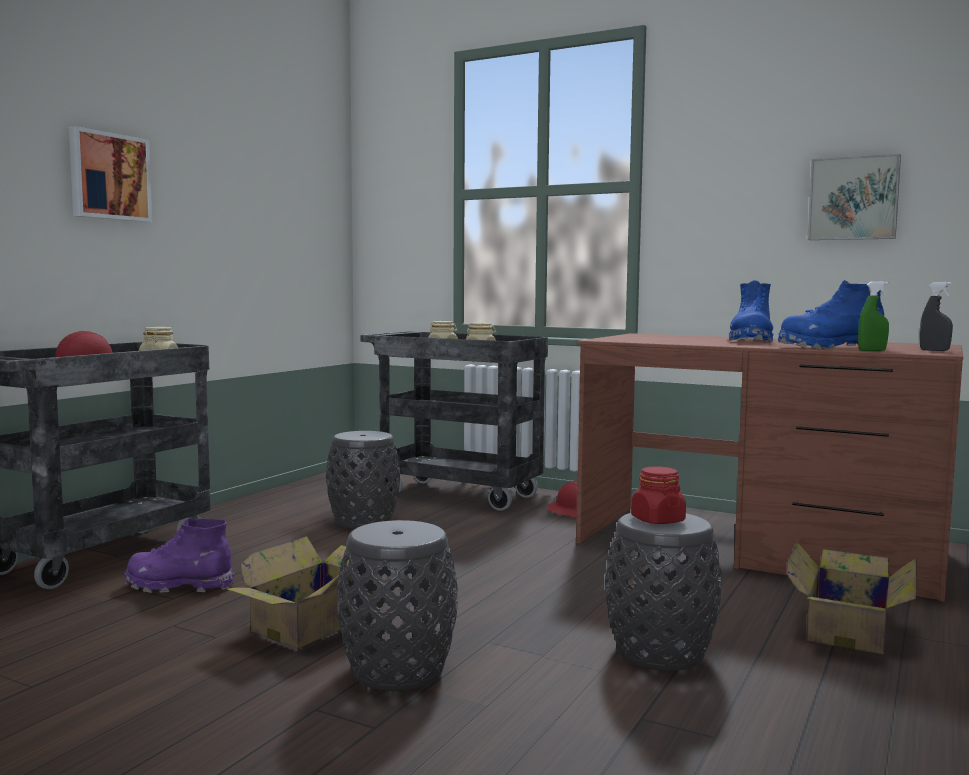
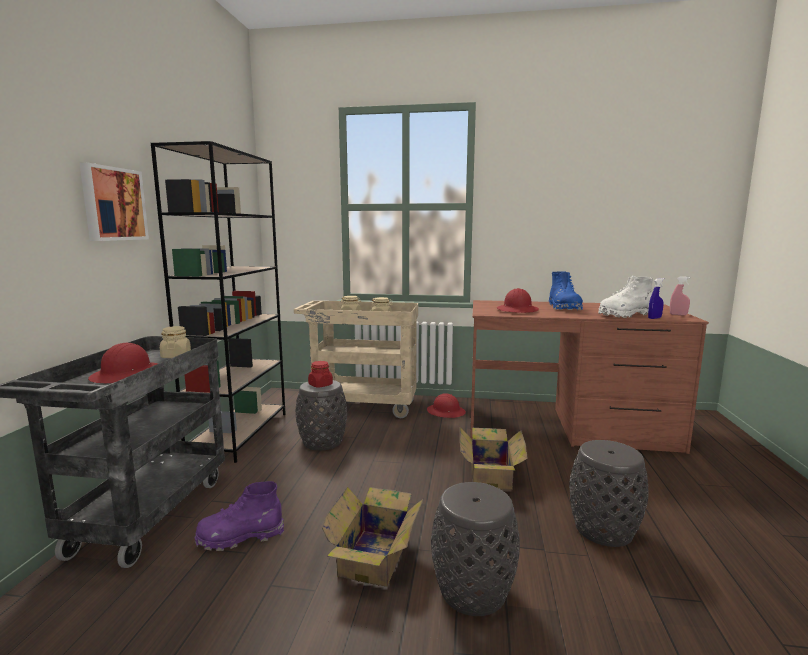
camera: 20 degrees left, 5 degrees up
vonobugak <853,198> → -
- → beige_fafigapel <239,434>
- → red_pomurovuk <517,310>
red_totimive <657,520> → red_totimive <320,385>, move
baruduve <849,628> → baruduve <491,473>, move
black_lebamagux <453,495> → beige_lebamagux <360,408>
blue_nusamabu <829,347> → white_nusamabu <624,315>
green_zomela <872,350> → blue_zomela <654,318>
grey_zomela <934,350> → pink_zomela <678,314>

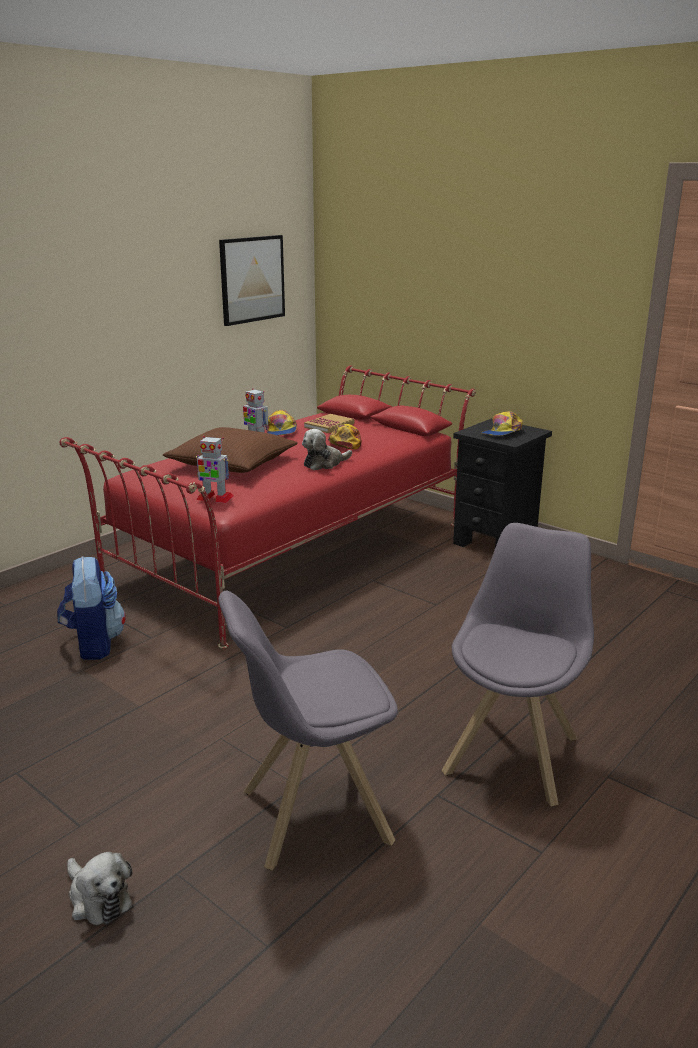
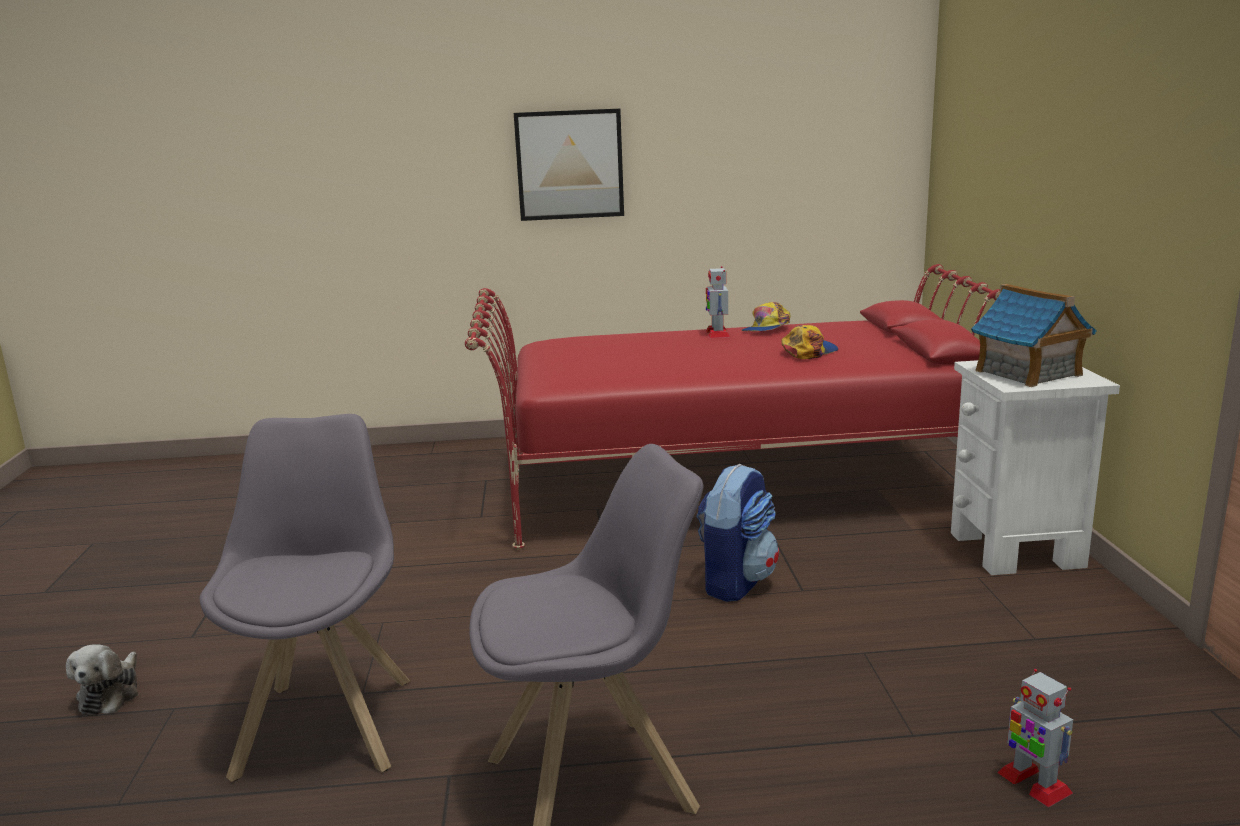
camera: 45 degrees right, 5 degrees down
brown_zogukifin <232,463> → -
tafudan <324,464> → -
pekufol <329,425> → -
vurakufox <94,644> → vurakufox <735,582>, move
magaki <214,498> → magaki <1033,782>, move
vonobugak <252,279> → vonobugak <569,165>, move
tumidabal <502,432> → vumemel <1028,373>
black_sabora <494,543> → white_sabora <1014,550>
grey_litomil <314,815> → grey_litomil <327,726>, 60 degrees clockwise

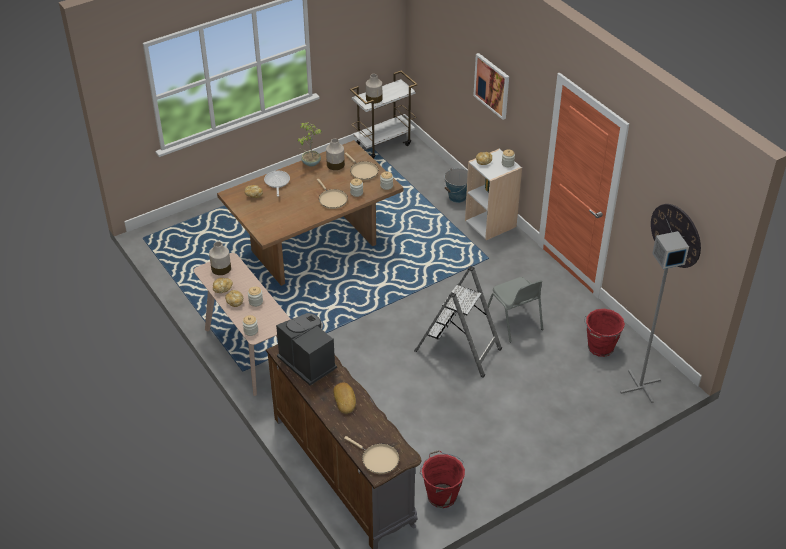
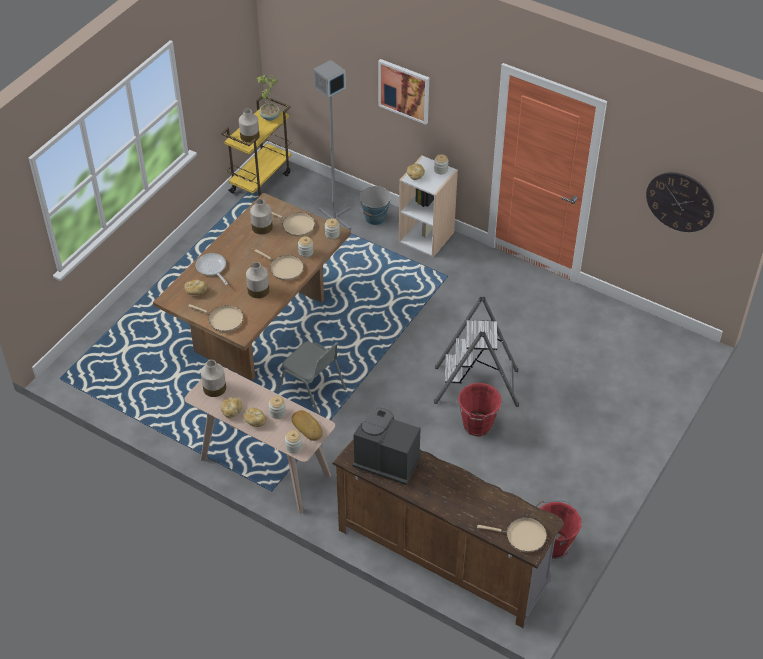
camera: 25 degrees left, 5 degrees up
- → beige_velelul <223,319>
- → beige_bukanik <258,290>
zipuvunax <310,163> → zipuvunax <269,117>, move
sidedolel <345,399> → sidedolel <308,427>, move
grey_litomil <514,322> → grey_litomil <312,391>, move
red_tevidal <600,348> → red_tevidal <477,426>, move
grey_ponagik <639,386> → grey_ponagik <333,219>, move
white_lebamagux <384,144> → yellow_lebamagux <262,182>

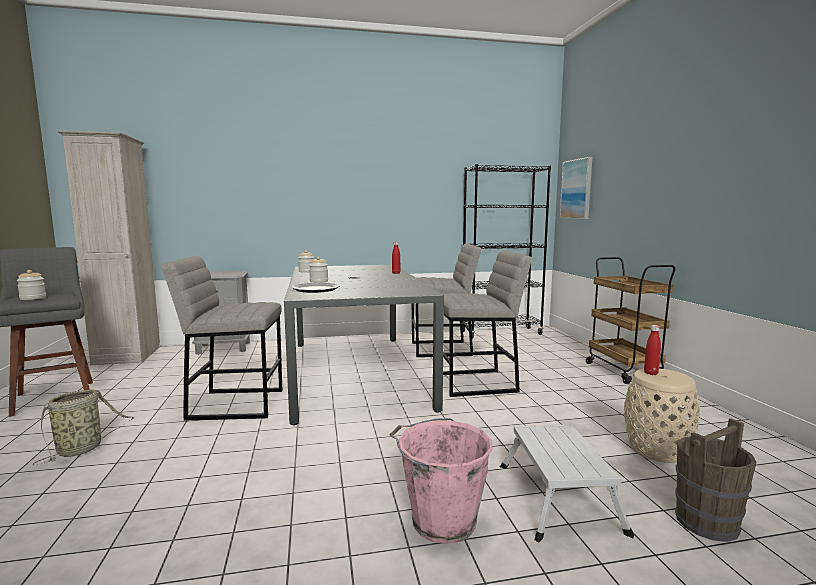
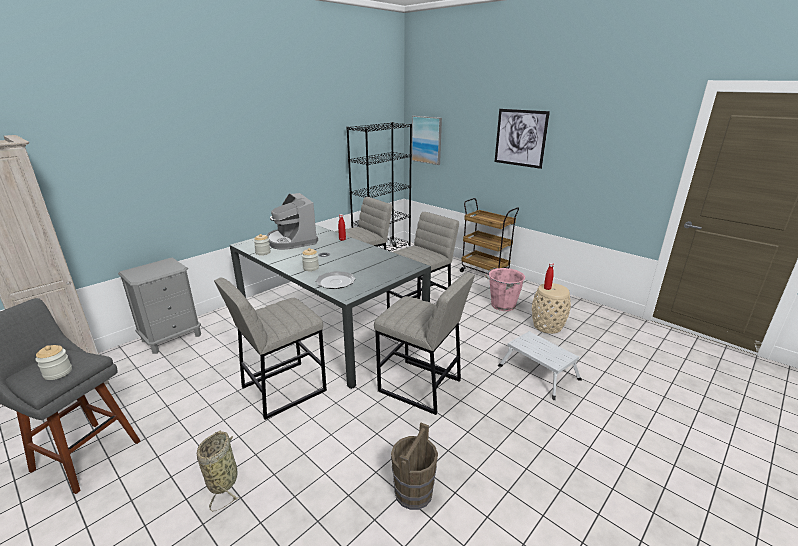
camera: 35 degrees left, 15 degrees up
- → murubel <291,241>
- → grey_litomil <421,386>
- → vonobugak <520,138>
pink_tevidal <441,521> → pink_tevidal <502,305>, move
brown_tevidal <706,522> → brown_tevidal <413,492>, move

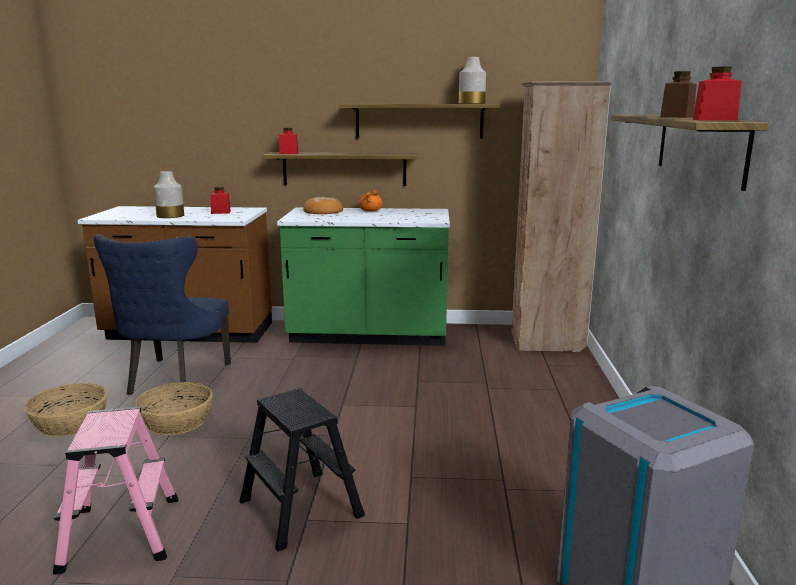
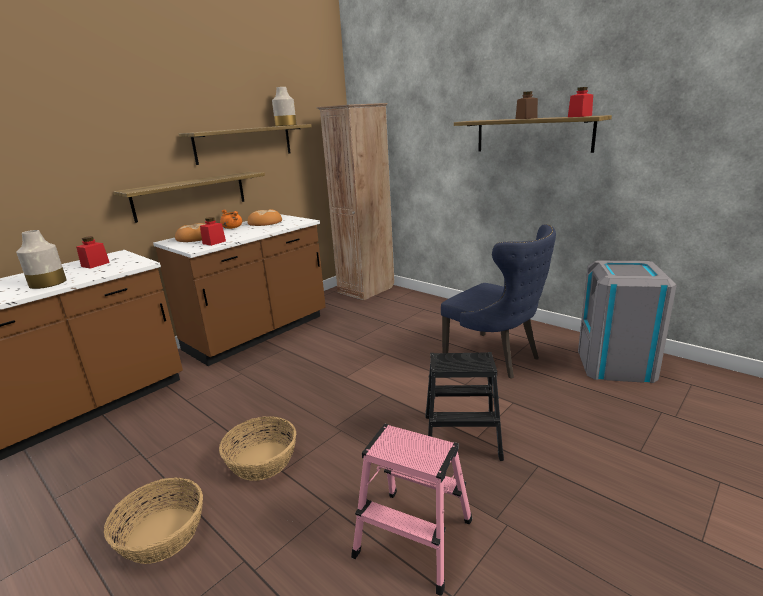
camera: 50 degrees left, 5 degrees up
- → sidedolel <264,222>
blue_litomil <174,379> → blue_litomil <495,357>, move
red_totimive <288,153> → red_totimive <214,242>, move
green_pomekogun <368,336> → brown_pomekogun <258,333>

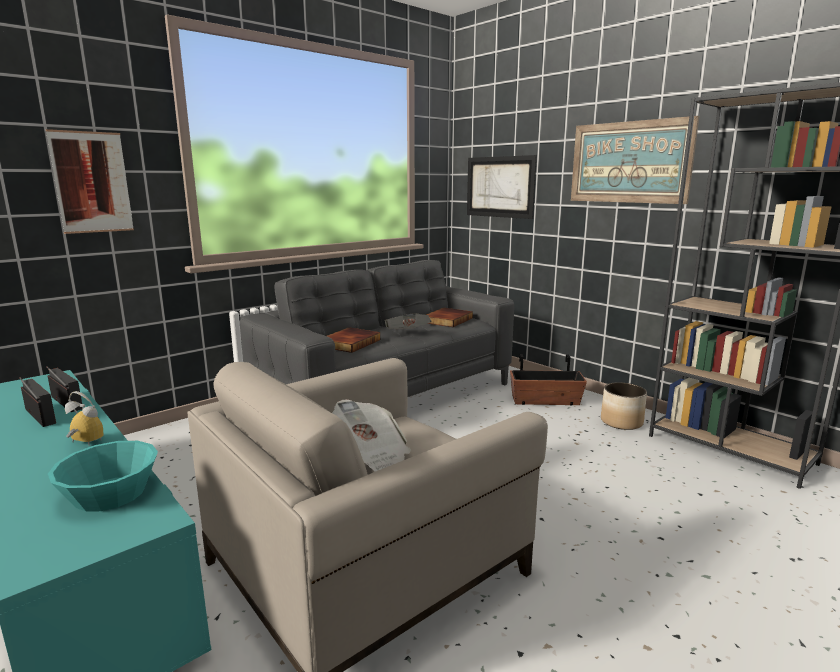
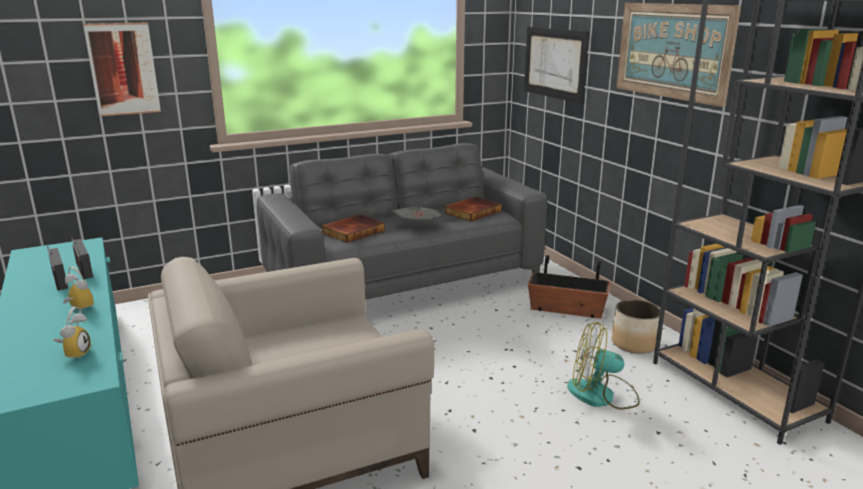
camera: 15 degrees right, 5 degrees up
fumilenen <369,456> → -
- → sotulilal <602,395>
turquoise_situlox <109,493> → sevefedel <75,354>

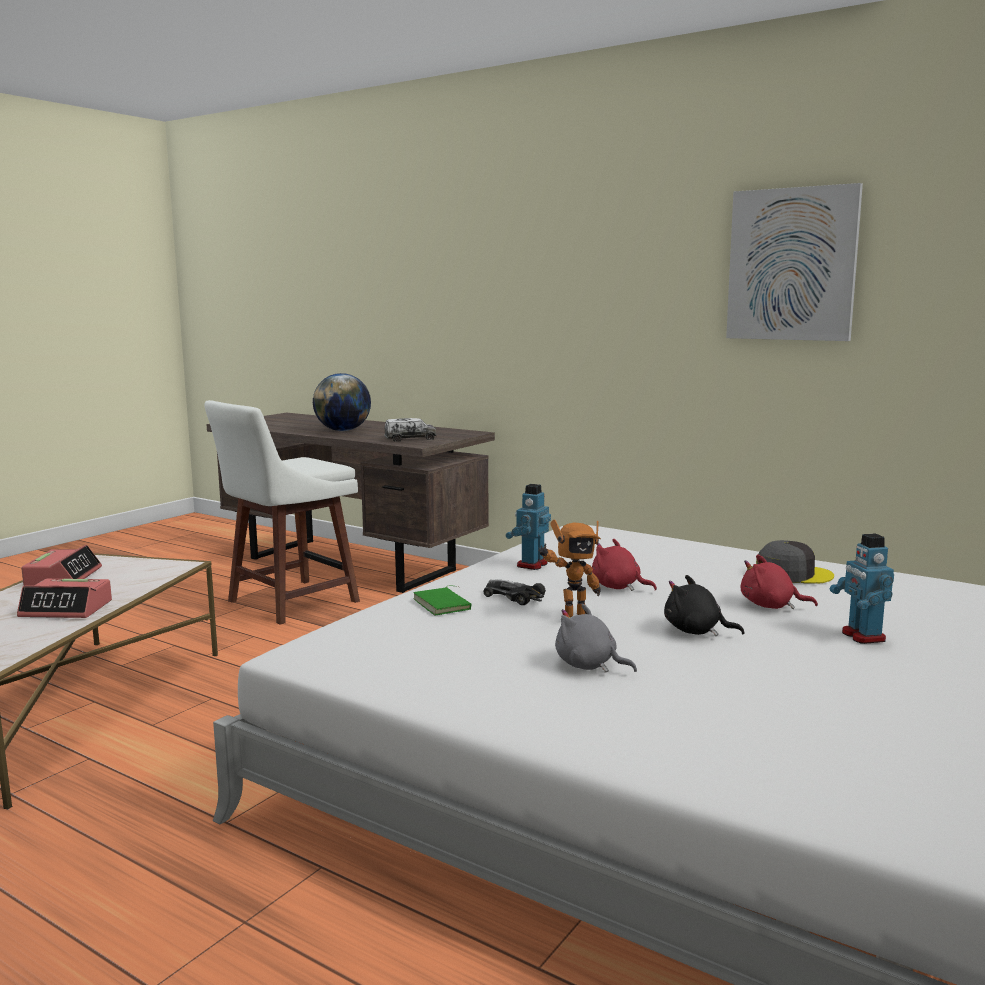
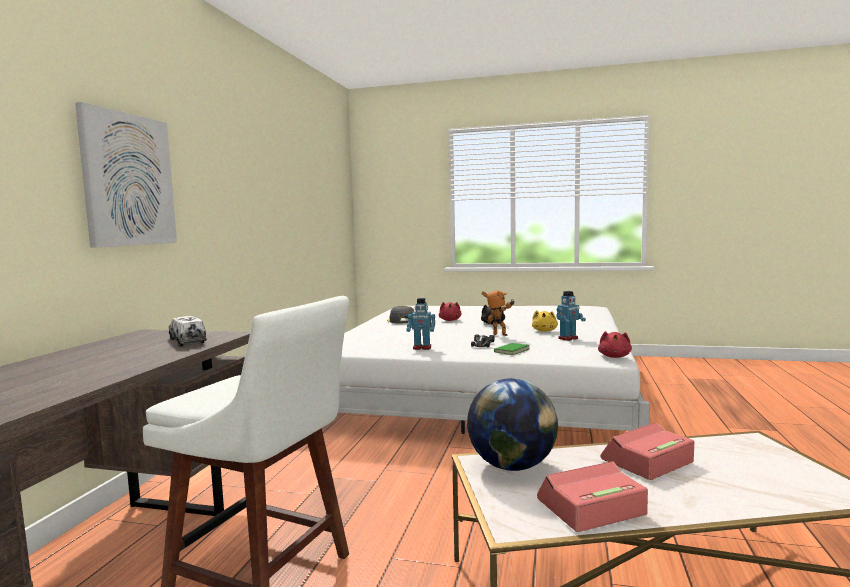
camera: 110 degrees left, 5 degrees down
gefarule <343,430> → gefarule <511,466>, move
red_tafudan <618,587> → red_tafudan <614,356>, move
vonobugak <792,265> → vonobugak <128,180>, move
magaki <862,636> → magaki <568,338>, move
grey_tafudan <589,666> → yellow_tafudan <544,331>
sevefedel <67,609> → sevefedel <646,461>, 105 degrees counterclockwise

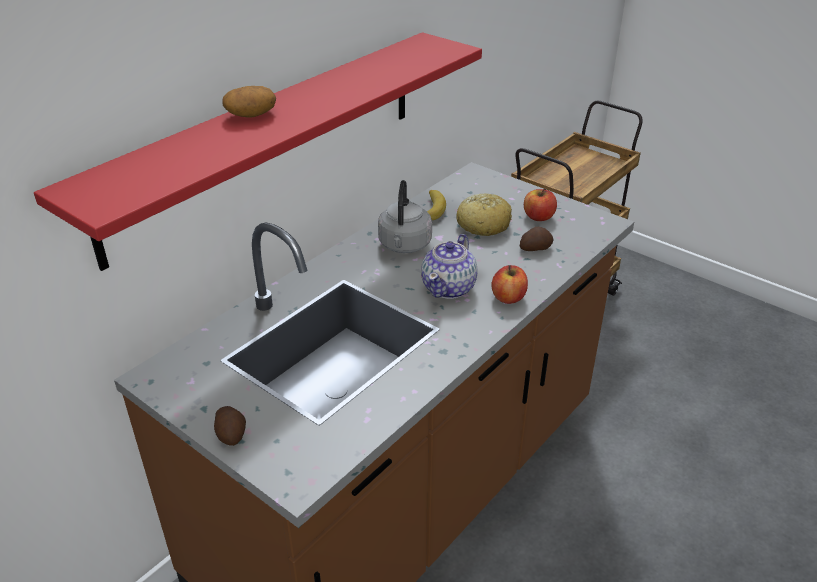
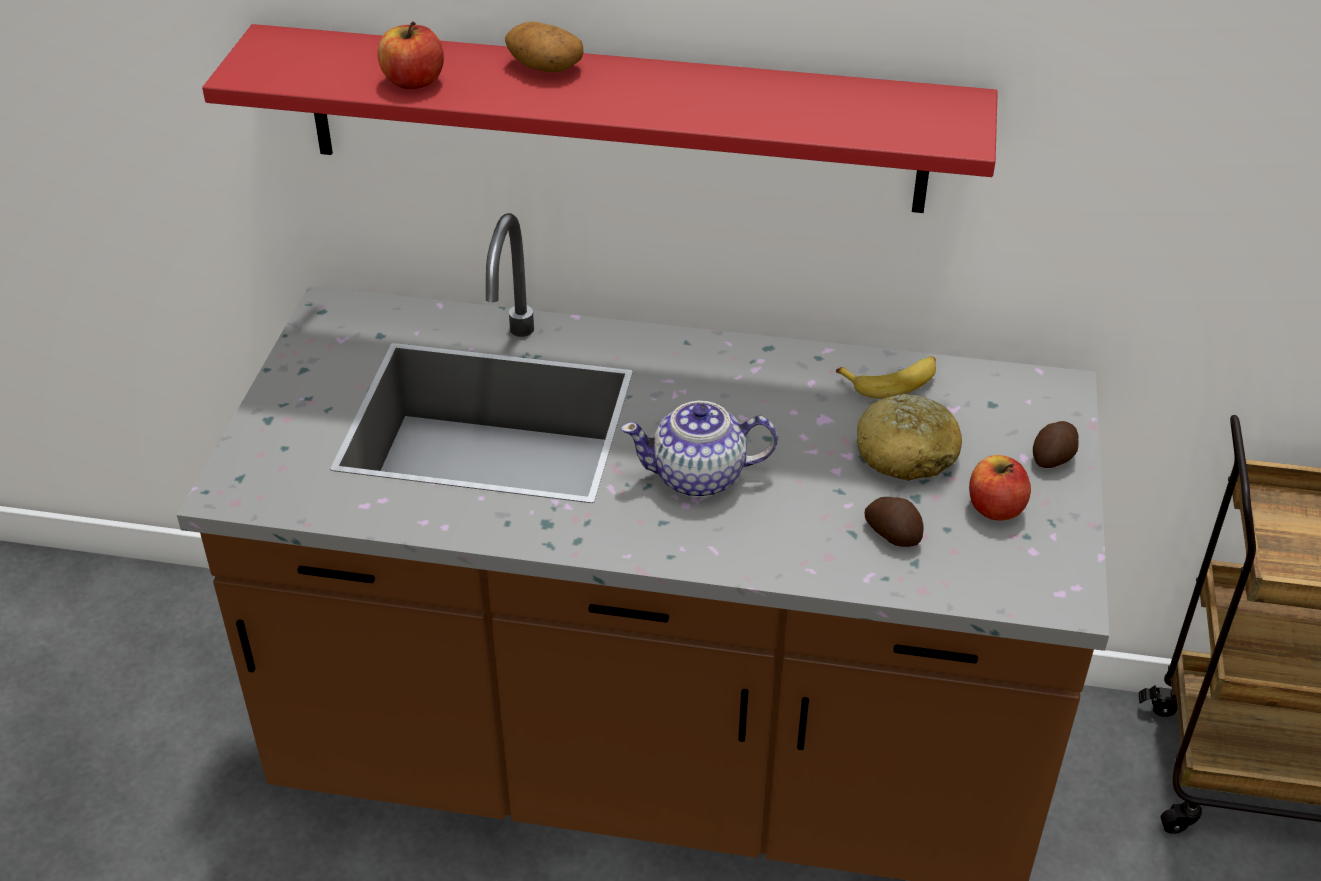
camera: 60 degrees right, 5 degrees up
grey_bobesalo <404,246> → -
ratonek <231,433> → ratonek <1054,457>, move
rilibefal <508,297> → rilibefal <413,82>, move

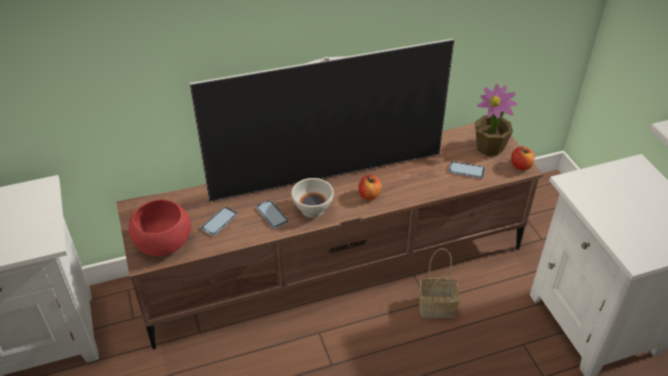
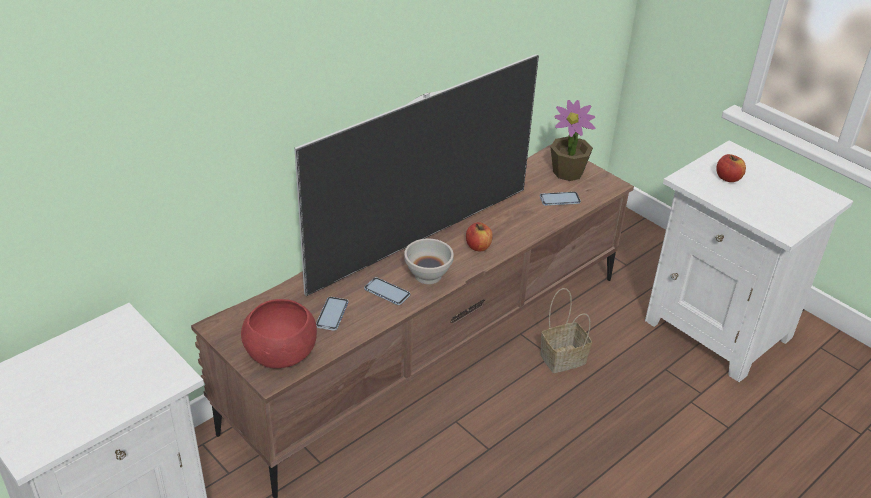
camera: 25 degrees left, 5 degrees down
rilibefal <521,166> → rilibefal <728,178>, move

